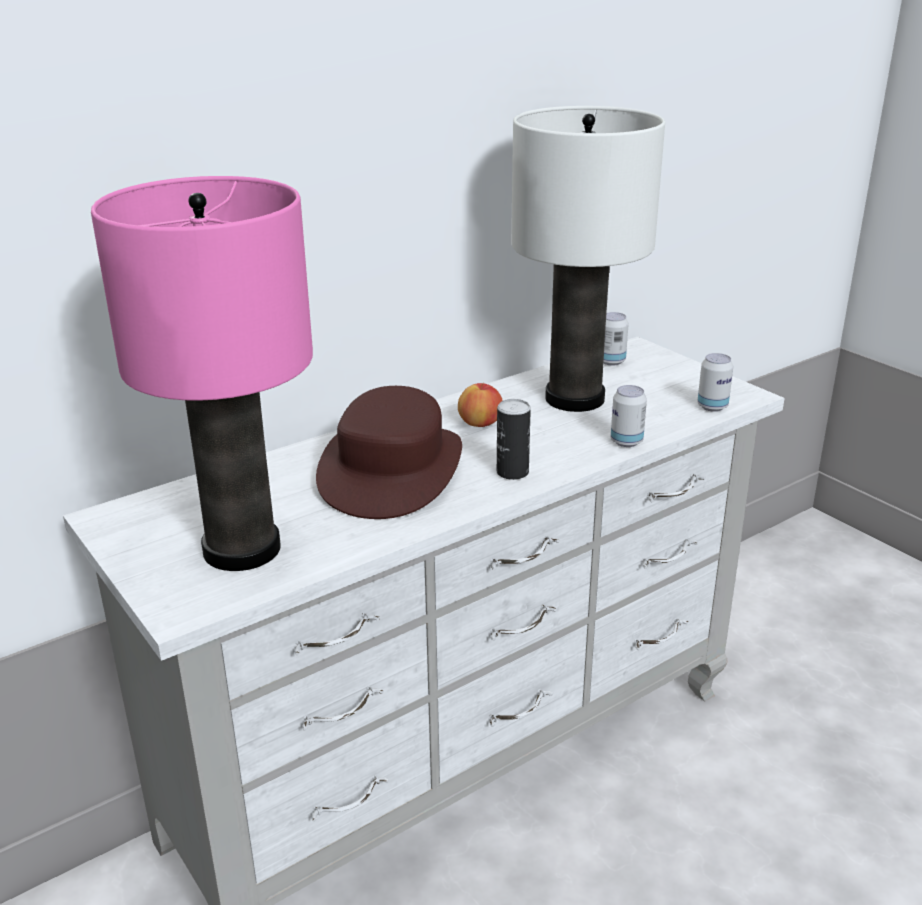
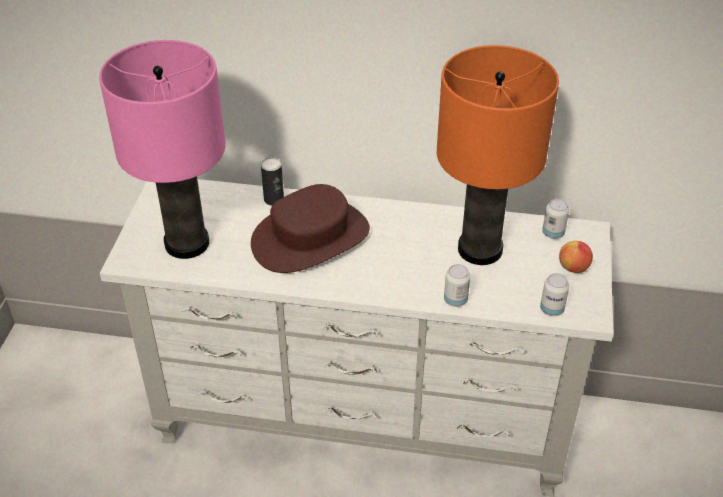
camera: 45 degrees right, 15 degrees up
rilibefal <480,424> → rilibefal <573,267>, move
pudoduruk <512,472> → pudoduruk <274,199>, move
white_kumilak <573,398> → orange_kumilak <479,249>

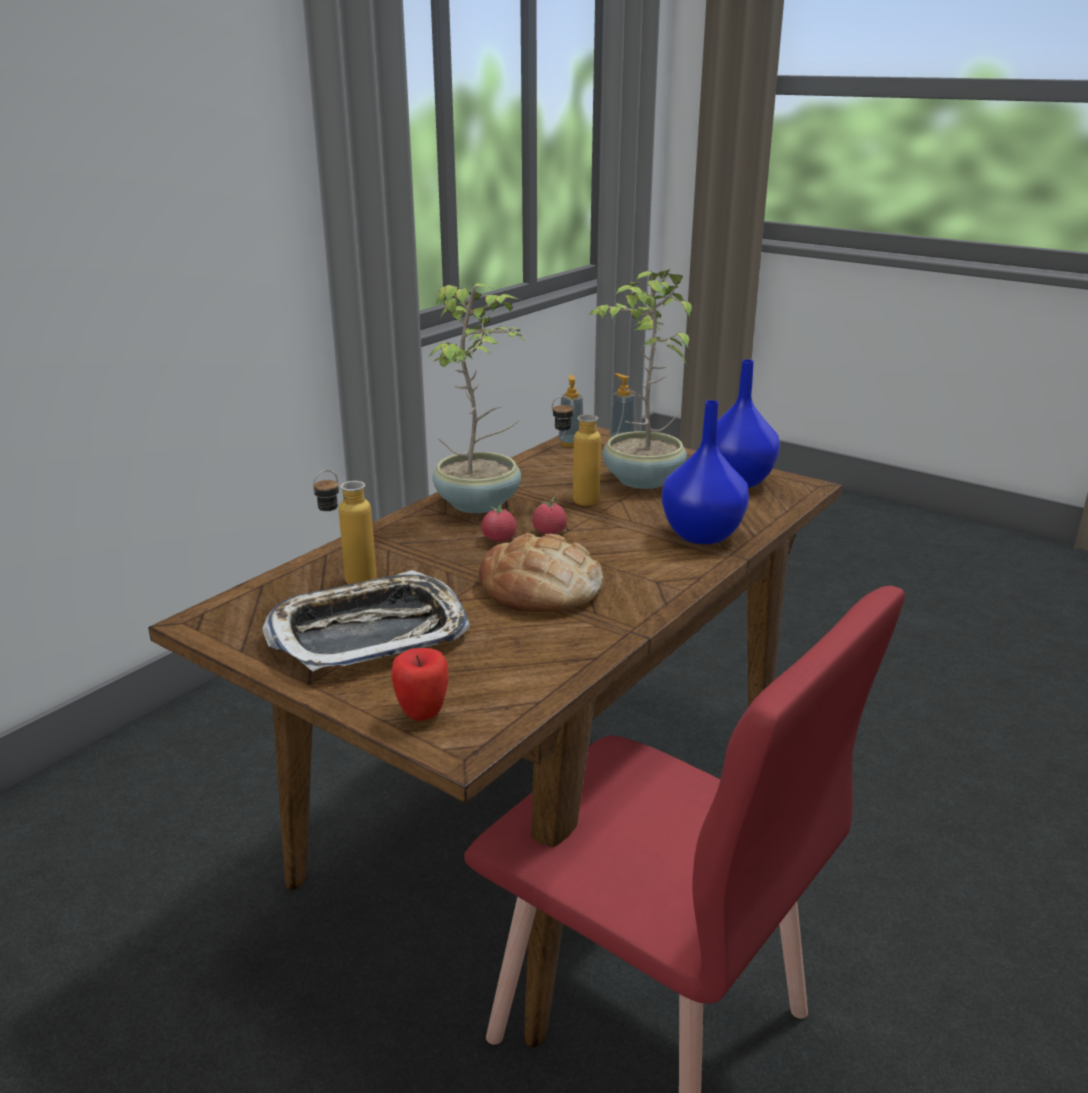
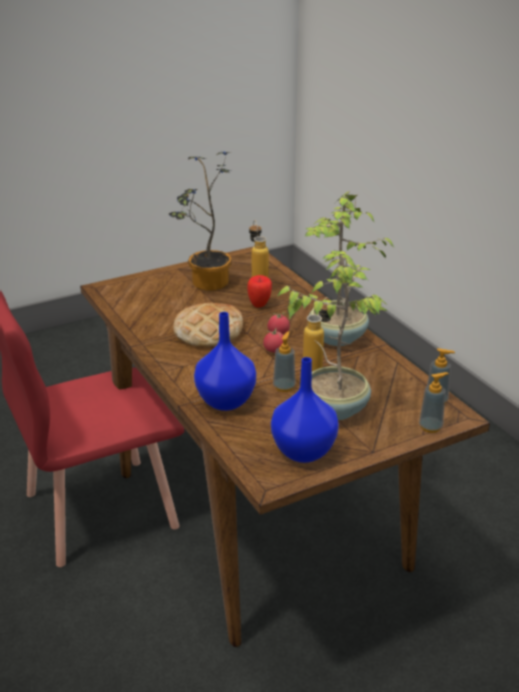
camera: 115 degrees right, 5 degrees up
- → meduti <284,387>
rilibefal <422,713> → rilibefal <259,305>, move
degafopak <369,633> → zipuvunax <206,284>

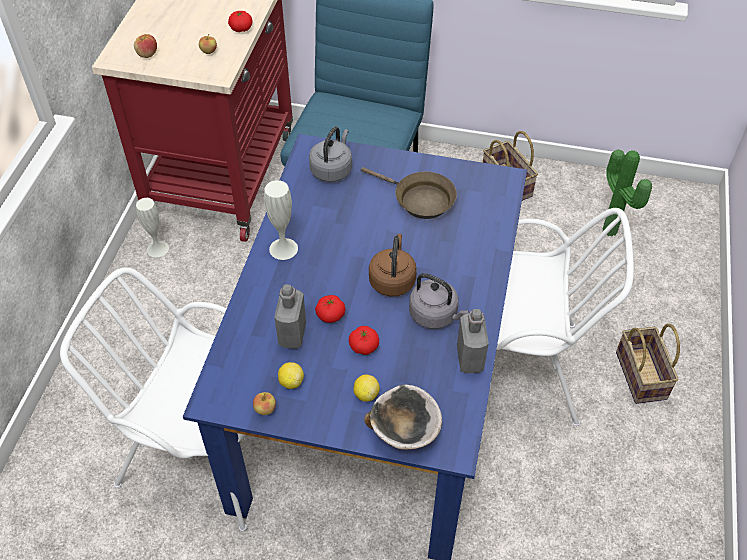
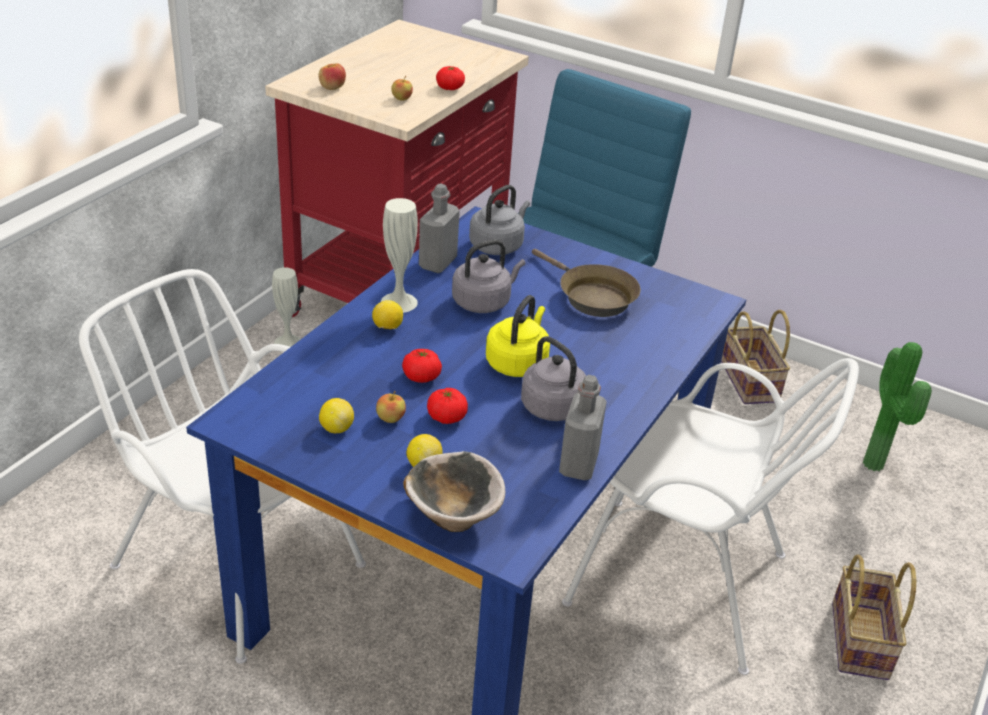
camera: 15 degrees right, 15 degrees down
- → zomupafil <387,328>
- → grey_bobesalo <484,302>
rilibefal <265,409> → rilibefal <390,419>, move
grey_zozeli <292,334> → grey_zozeli <437,263>, move
brown_bobesalo <392,280> → yellow_bobesalo <518,362>

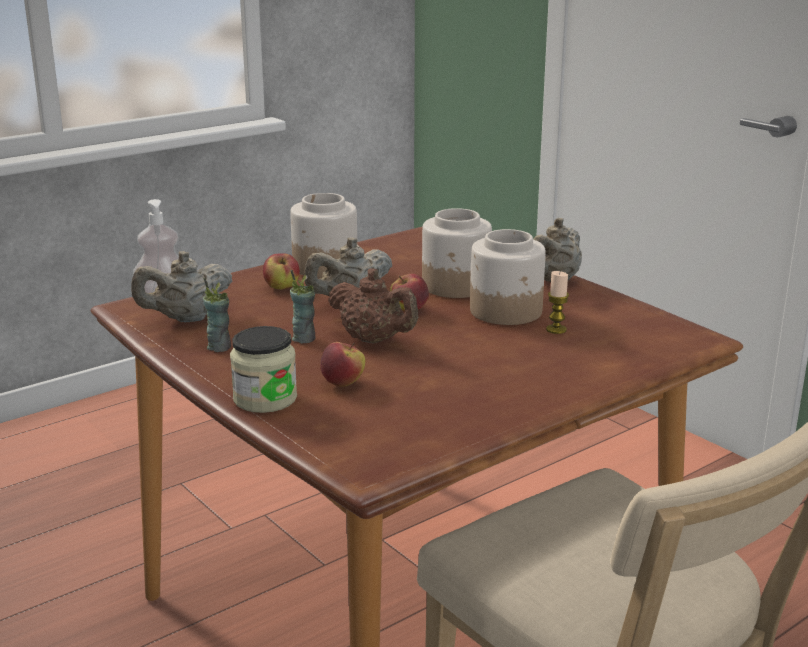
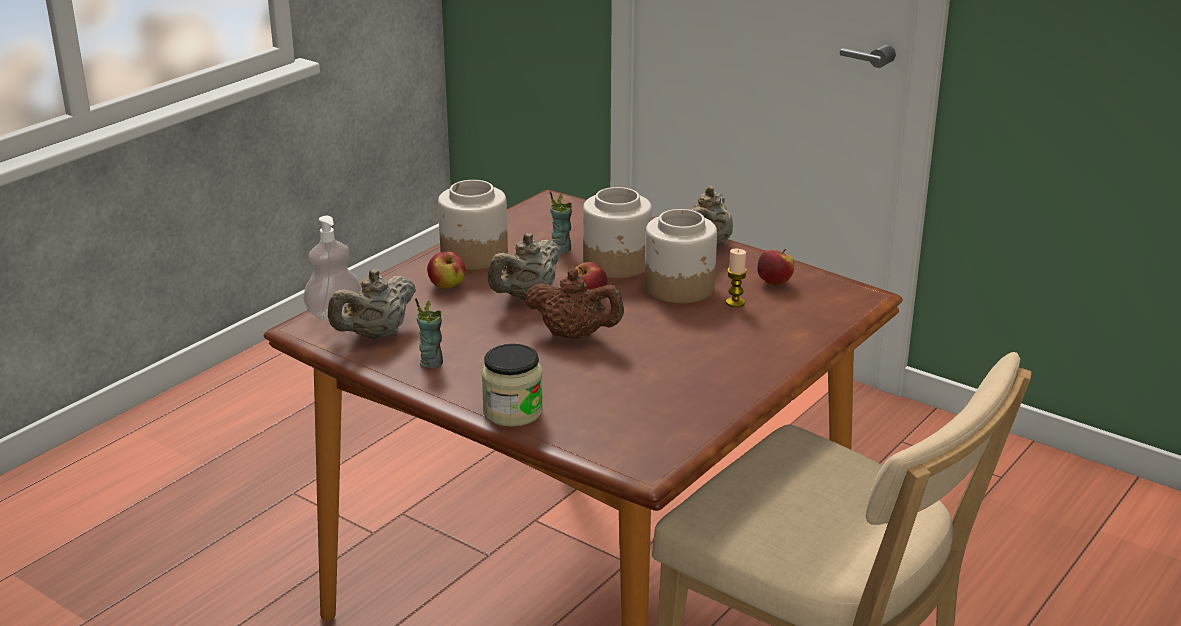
camera: 15 degrees left, 5 degrees up
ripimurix <304,338> → ripimurix <561,248>, move
rilibefal <343,383> → rilibefal <774,283>, move

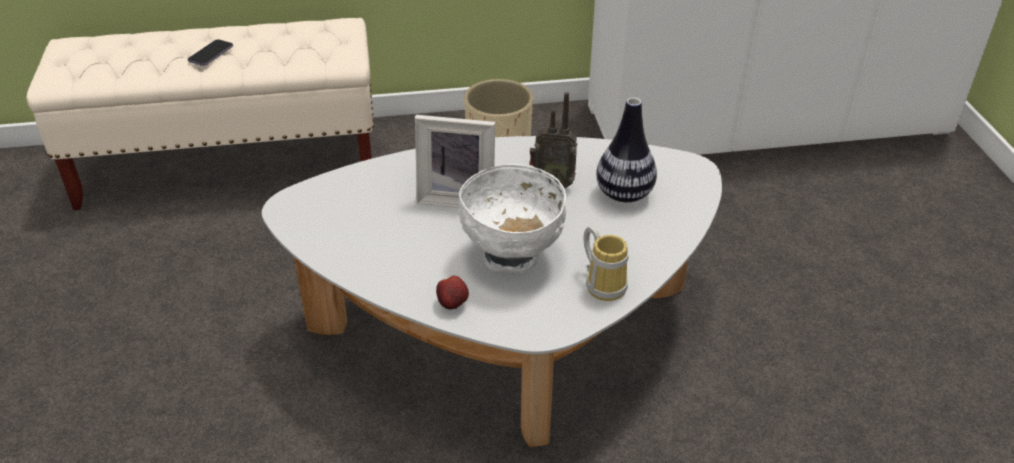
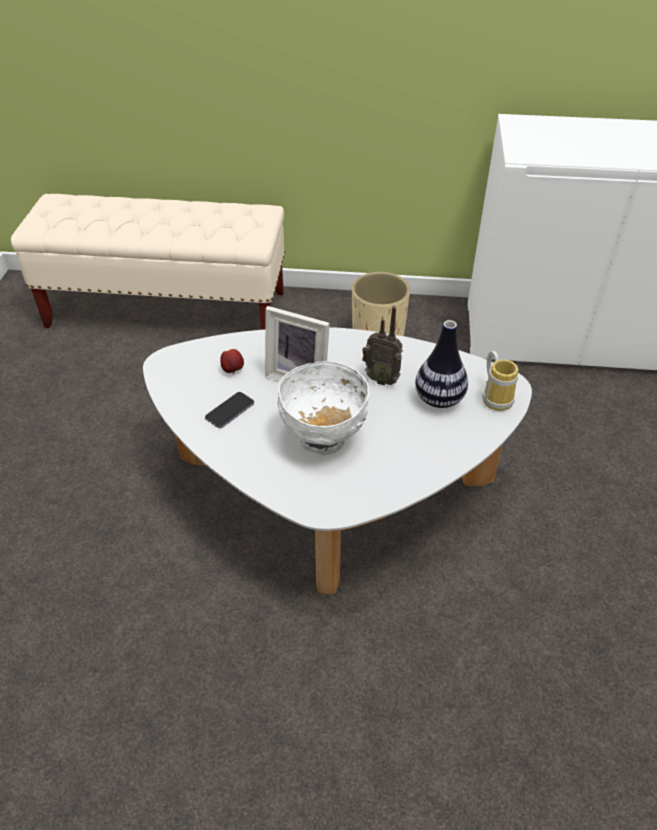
camera: 15 degrees right, 5 degrees up
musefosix <211,54> → musefosix <230,411>, move
rilibefal <453,304> → rilibefal <233,370>, move
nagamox <604,283> → nagamox <496,397>, move

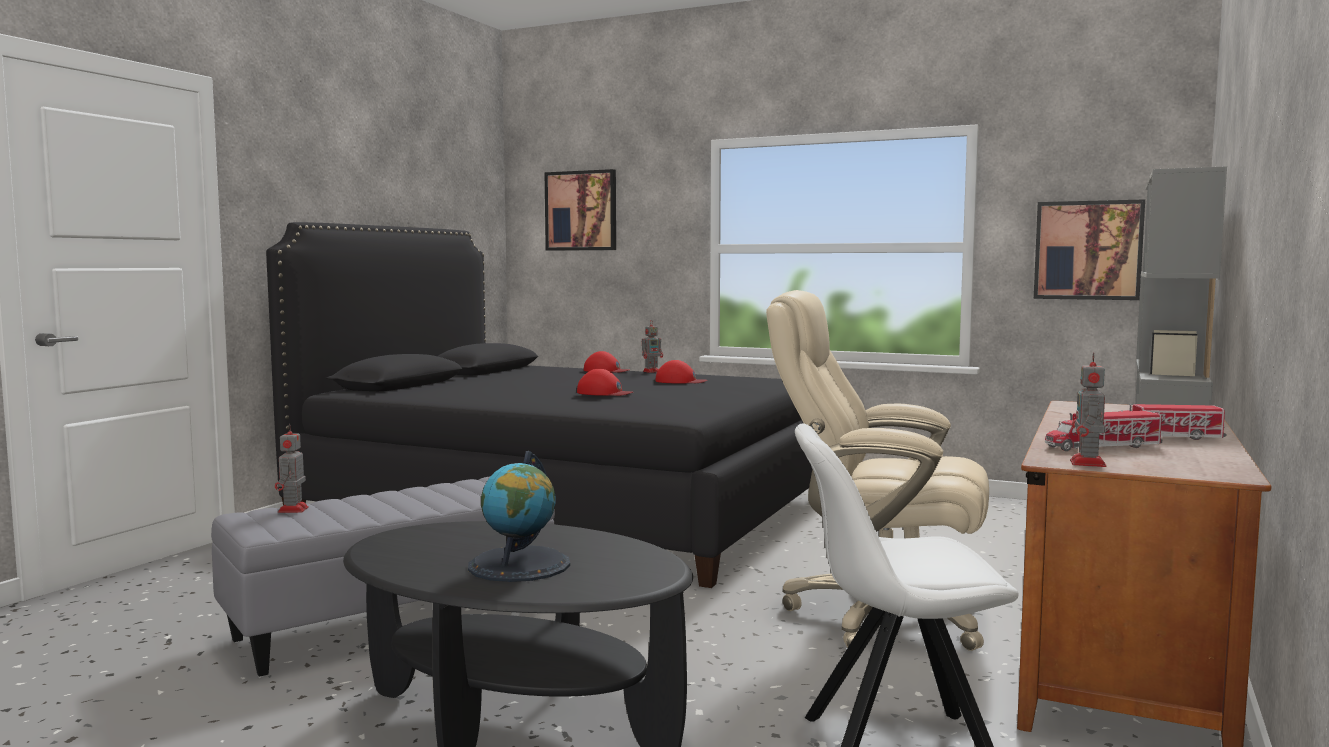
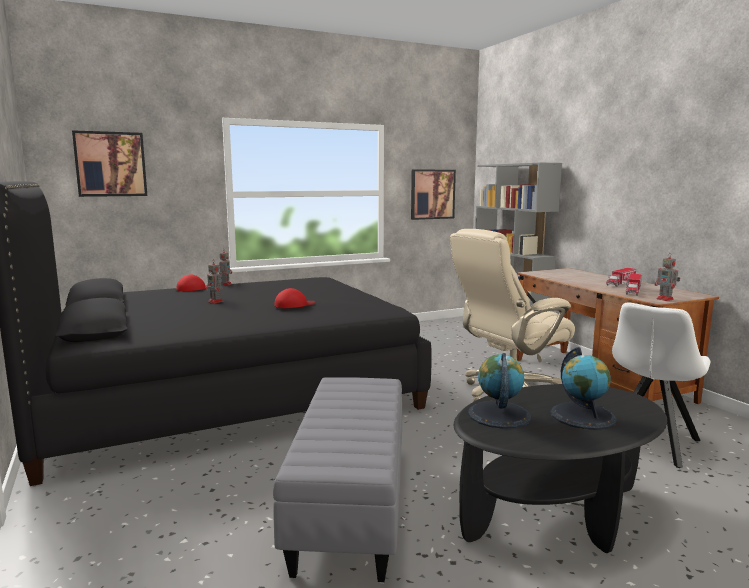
camera: 50 degrees left, 5 degrees up
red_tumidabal <680,381> → -
- → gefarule <498,415>
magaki <292,510> → magaki <216,302>, move

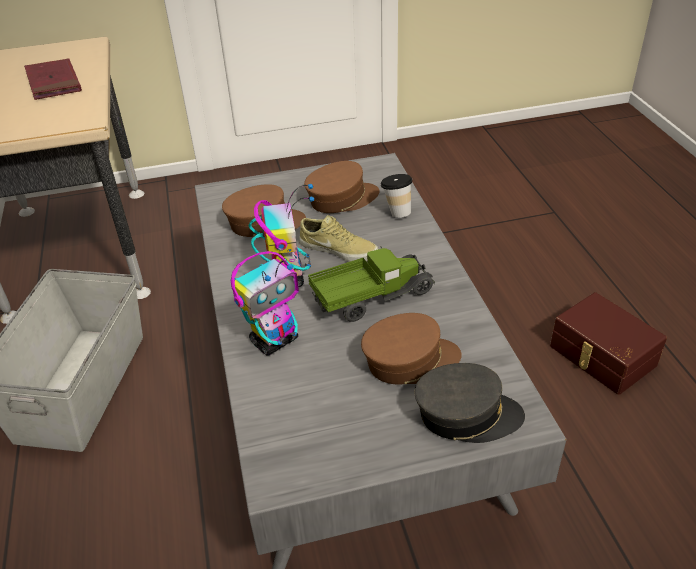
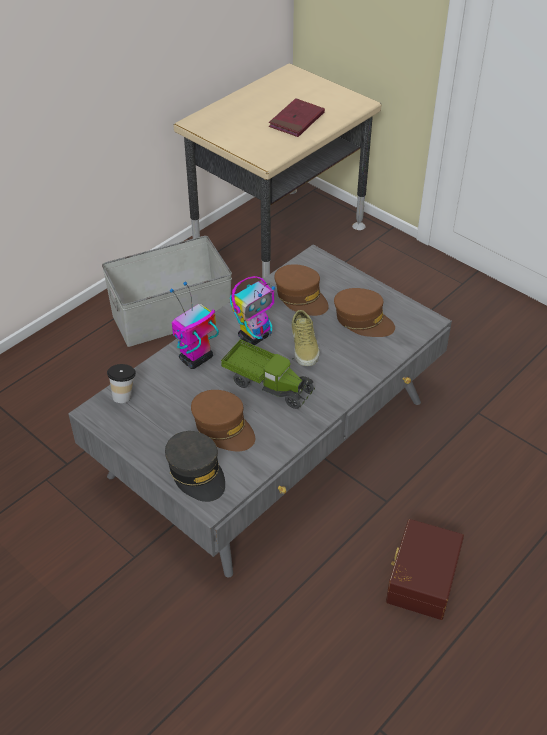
camera: 55 degrees right, 5 degrees up
ripimurix <396,212> → ripimurix <124,395>, move
magaki <275,340> → magaki <195,359>, 120 degrees clockwise

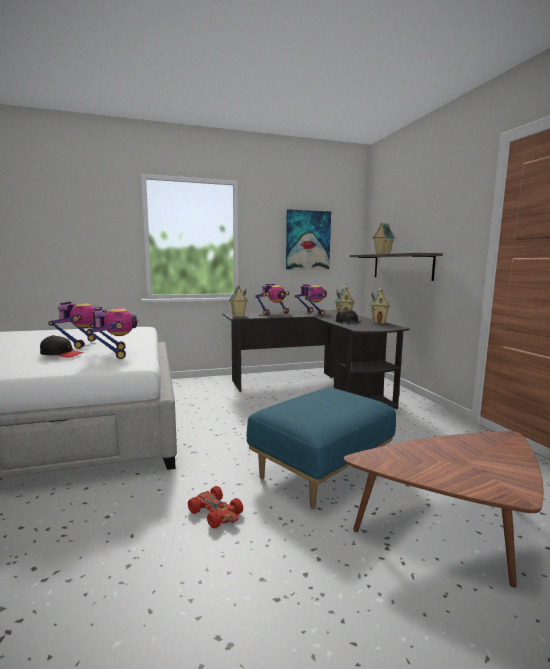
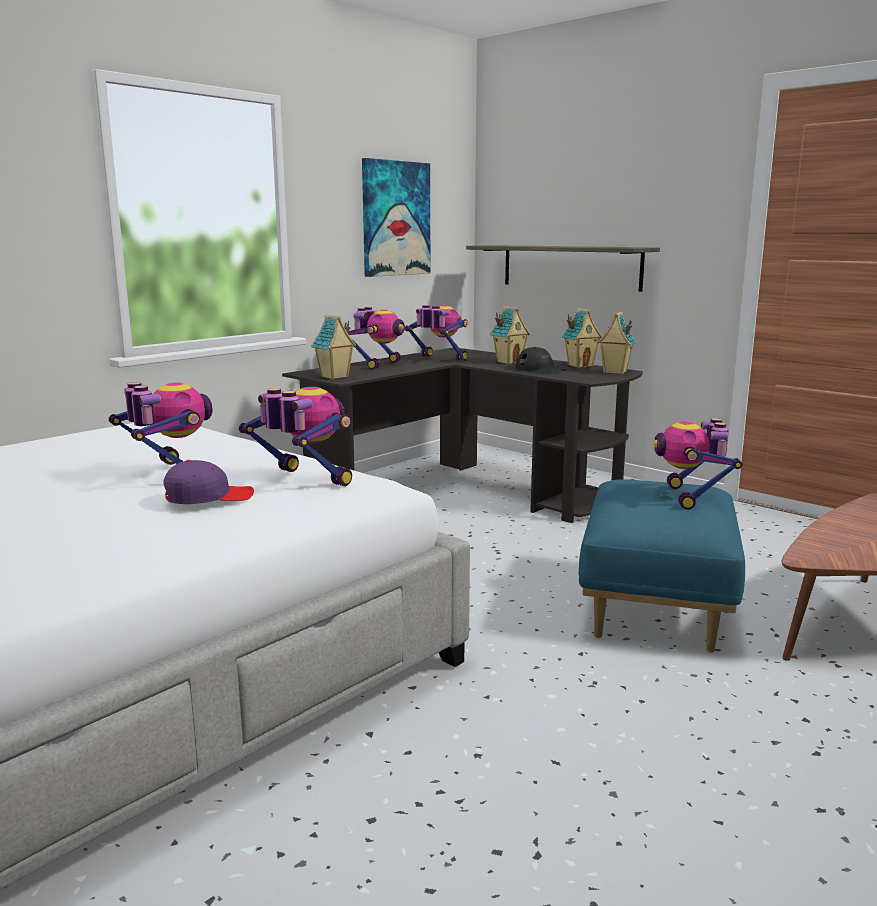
camera: 30 degrees left, 5 degrees up
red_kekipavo <216,513> → -
- → magaki <691,497>
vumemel <382,254> → vumemel <614,372>, move
black_tumidabal <61,354> → purple_tumidabal <209,497>

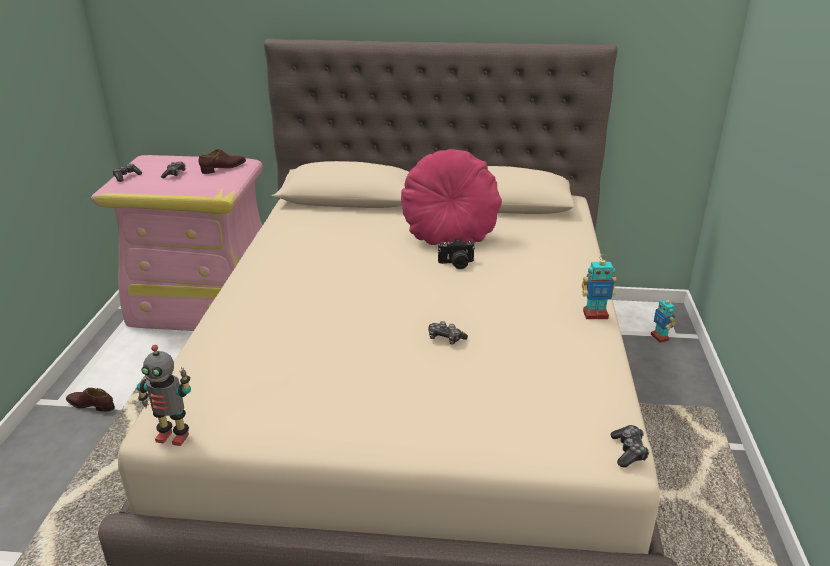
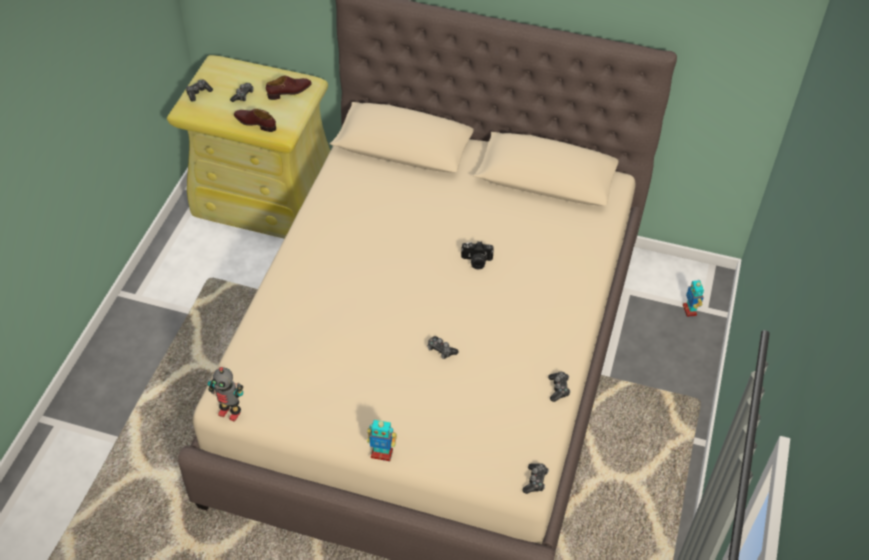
camera: 10 degrees right, 20 degrees up
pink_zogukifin <450,239> → -
- → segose <558,389>
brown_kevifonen <91,405> → brown_kevifonen <255,123>, move
magaki <595,314> → magaki <382,453>, move
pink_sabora <207,307> → yellow_sabora <267,201>

